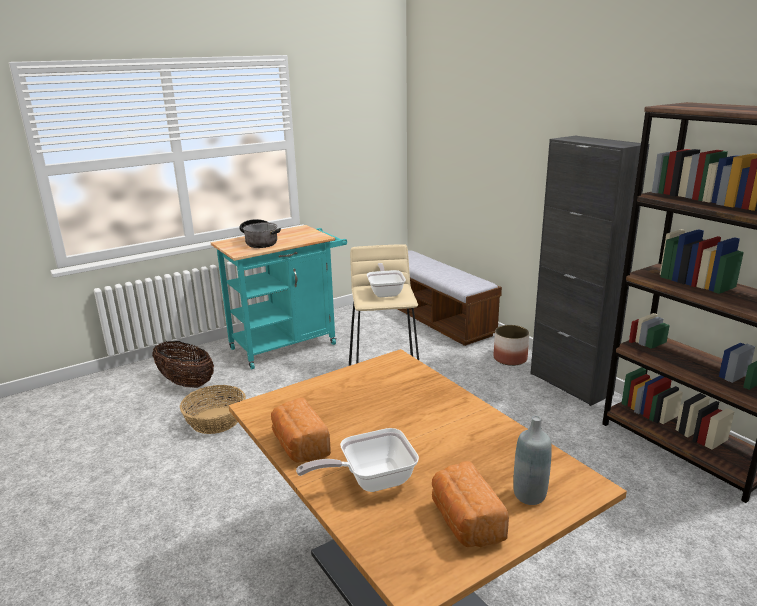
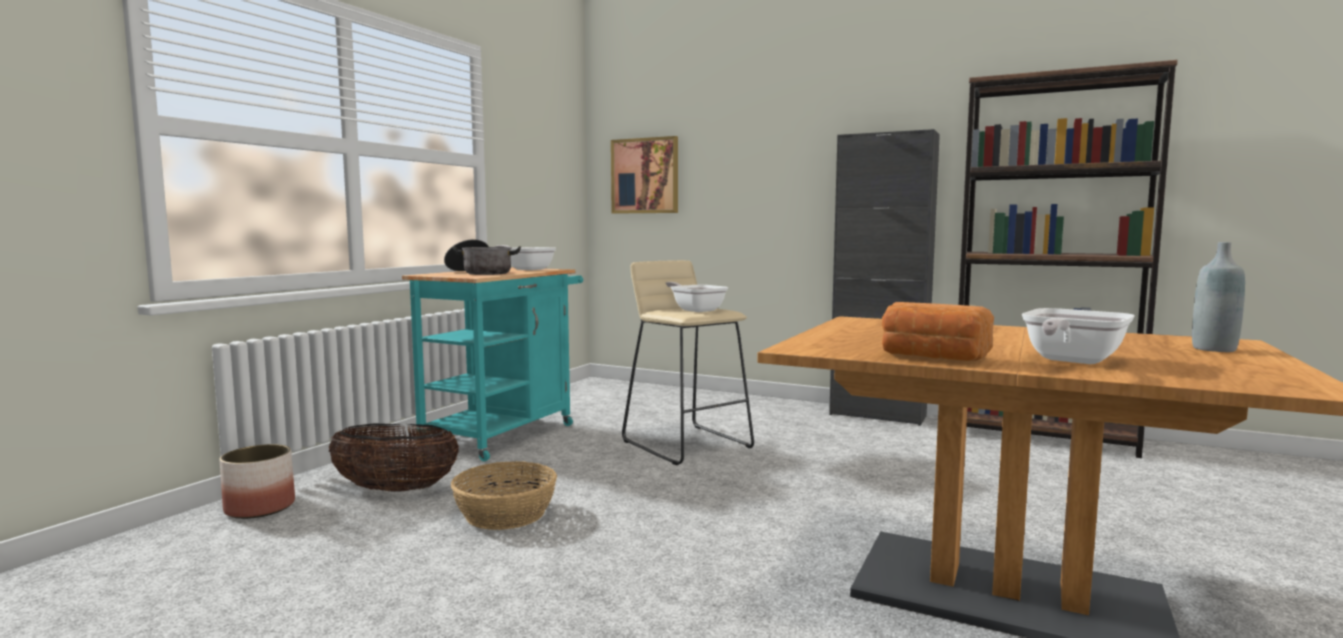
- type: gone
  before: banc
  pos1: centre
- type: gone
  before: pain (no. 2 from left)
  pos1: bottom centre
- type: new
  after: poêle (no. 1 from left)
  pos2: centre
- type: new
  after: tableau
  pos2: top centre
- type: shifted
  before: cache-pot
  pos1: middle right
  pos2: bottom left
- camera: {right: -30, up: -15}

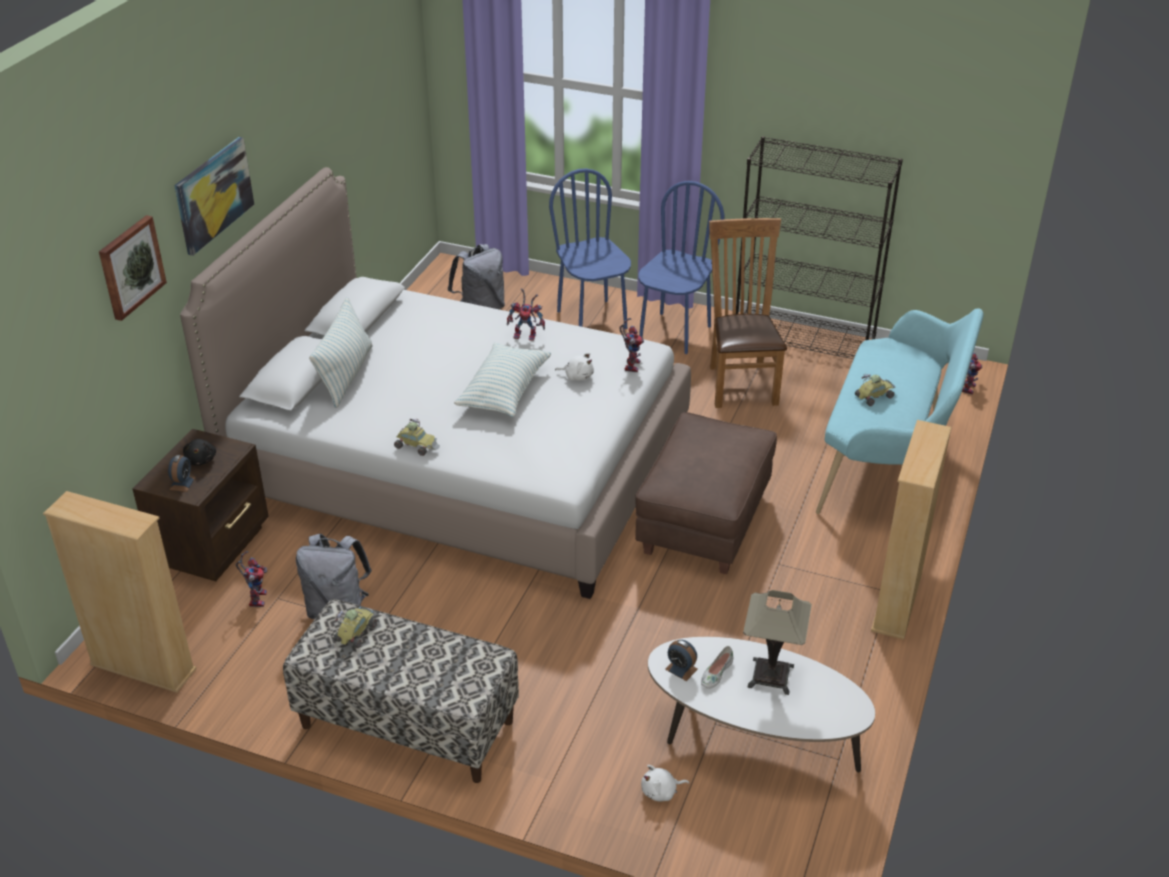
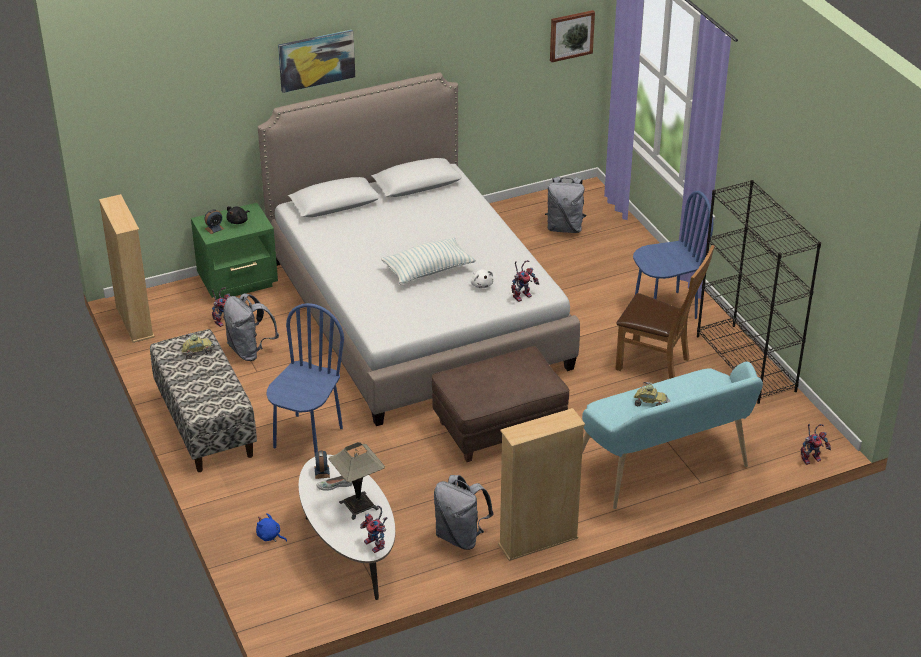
- type: gone
  before: coussin (no. 1 from left)
  pos1: middle left
- type: gone
  before: petite voiture (no. 2 from left)
  pos1: centre
- type: new
  after: sac à dos/gris (no. 2 from left)
  pos2: bottom centre
- type: shifted
  before: tableau (no. 1 from left in the first image)
  after: tableau (no. 2 from left)
  pos1: top left
  pos2: top centre
- type: shifted
  before: robot jouet (no. 2 from left)
  pos1: centre
  pos2: bottom centre
- type: shifted
  before: chaise/bleu (no. 1 from left)
  pos1: top centre
  pos2: middle left
- type: repainted
  before: table de chevet/marron
  after: table de chevet/vert
  pos1: middle left
  pos2: middle left
- type: repainted
  before: peluche/blanc (no. 2 from left)
  after: peluche/bleu
  pos1: bottom centre
  pos2: bottom left
- type: rotated
  before: chaise/marron
  pos1: centre
  pos2: middle right
  turn: 75
- camera: {right: 45, up: 0}

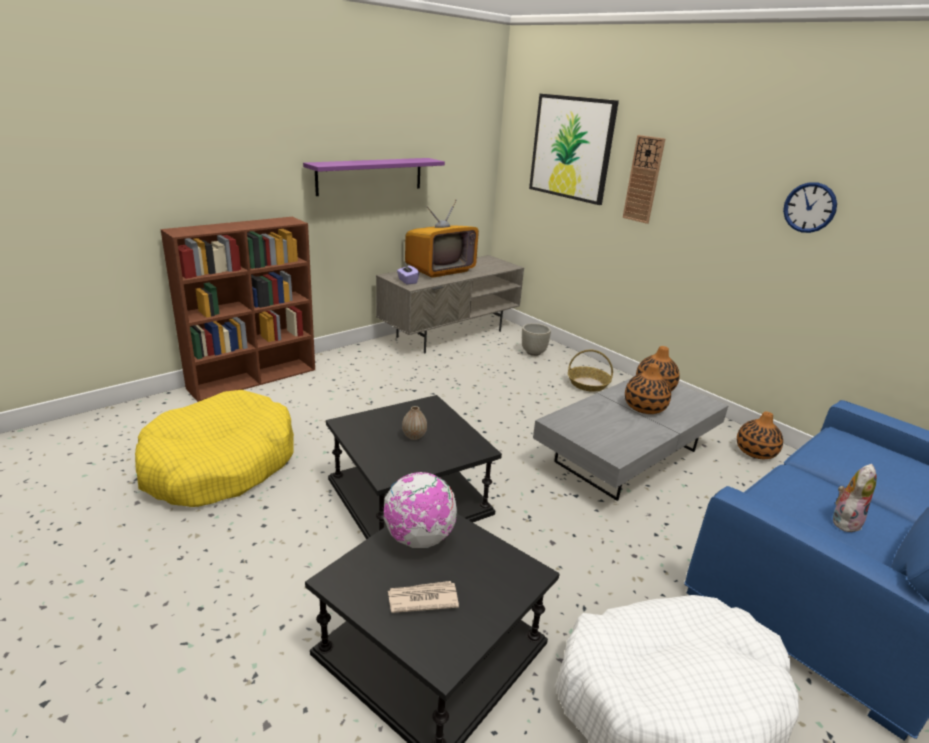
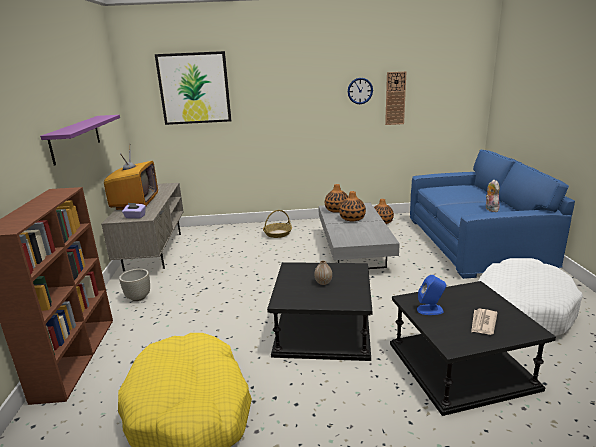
- type: shifted
  before: cache-pot/gris
  pos1: centre
  pos2: middle left
- type: shifted
  before: horloge murale (no. 1 from left in the first image)
  after: horloge murale (no. 2 from left)
  pos1: top right
  pos2: top centre
- type: swapped
  before: globe
  after: enceinte/bleu
  pos1: bottom centre
  pos2: middle right
- camera: {right: -50, up: -5}

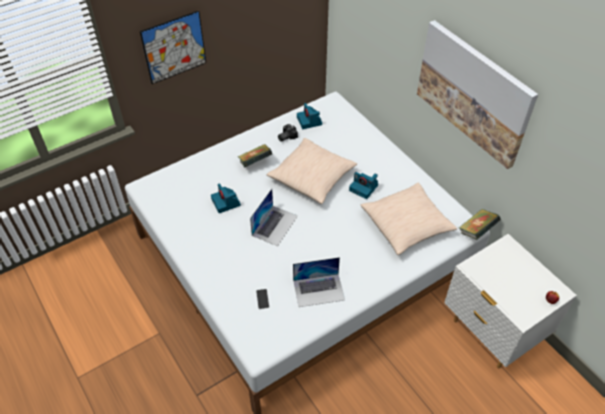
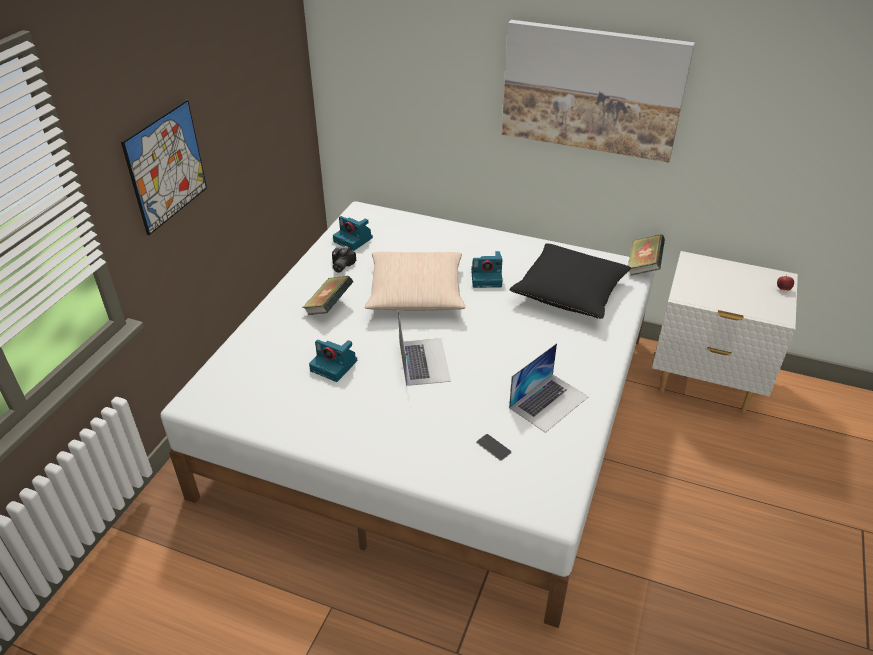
- type: repainted
  before: coussin/beige (no. 2 from left)
  after: coussin/noir
  pos1: middle right
  pos2: centre
- camera: {right: -35, up: -10}

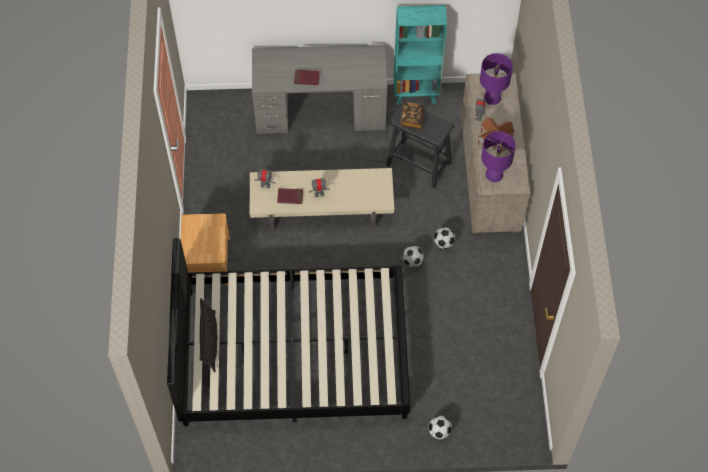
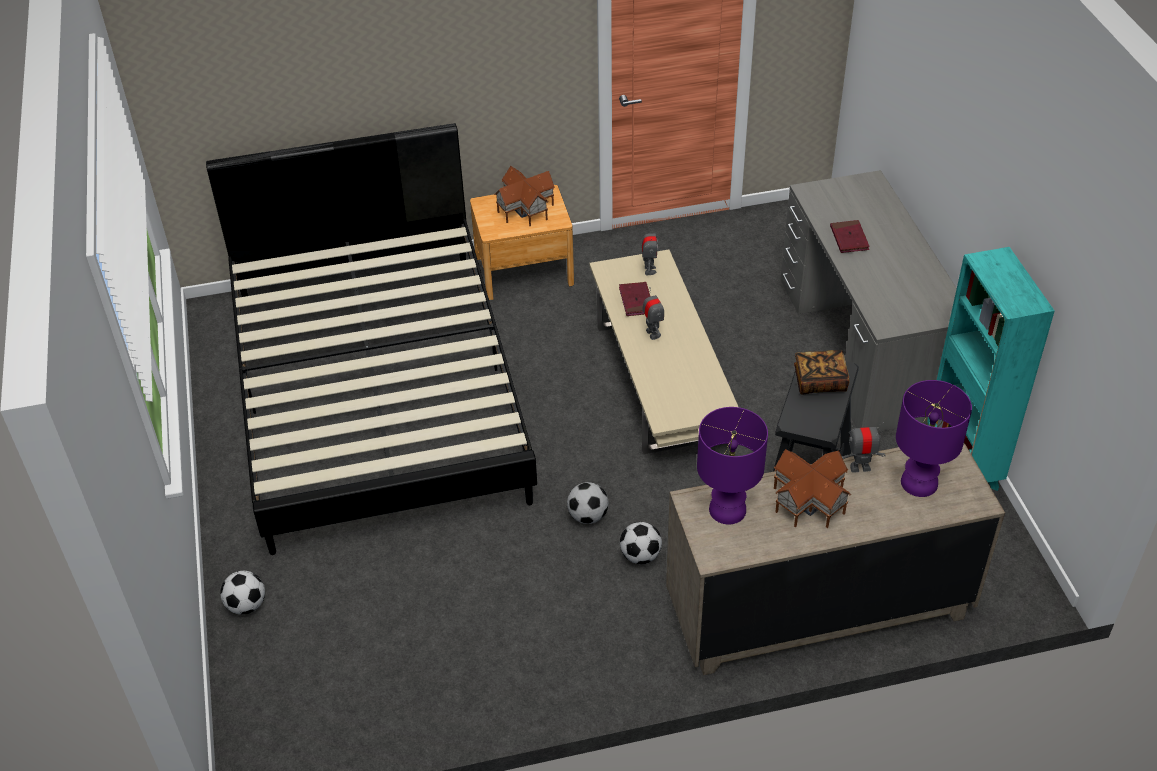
- type: gone
  before: coussin
  pos1: bottom left
- type: new
  after: maison miniature (no. 1 from left)
  pos2: top centre
- camera: {right: 80, up: -15}

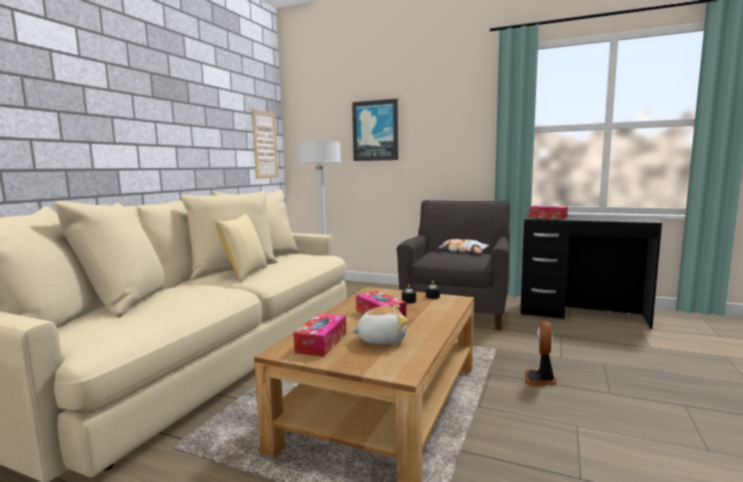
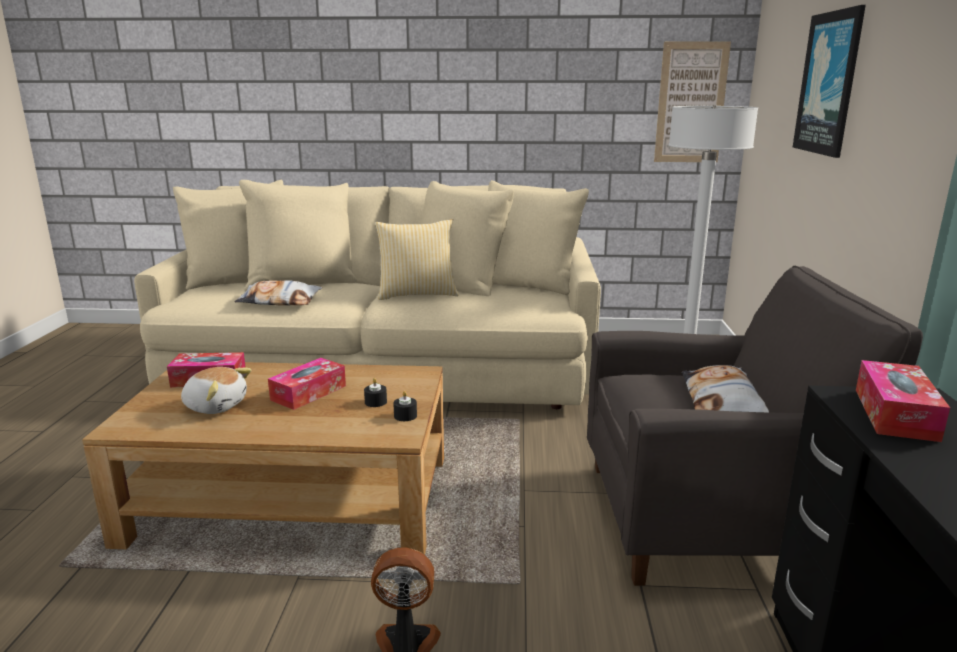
- type: new
  after: coussin (no. 1 from left)
  pos2: middle left
- type: rotated
  before: peluche
  pos1: bottom centre
  pos2: middle left
  turn: -45
- camera: {right: 70, up: 10}

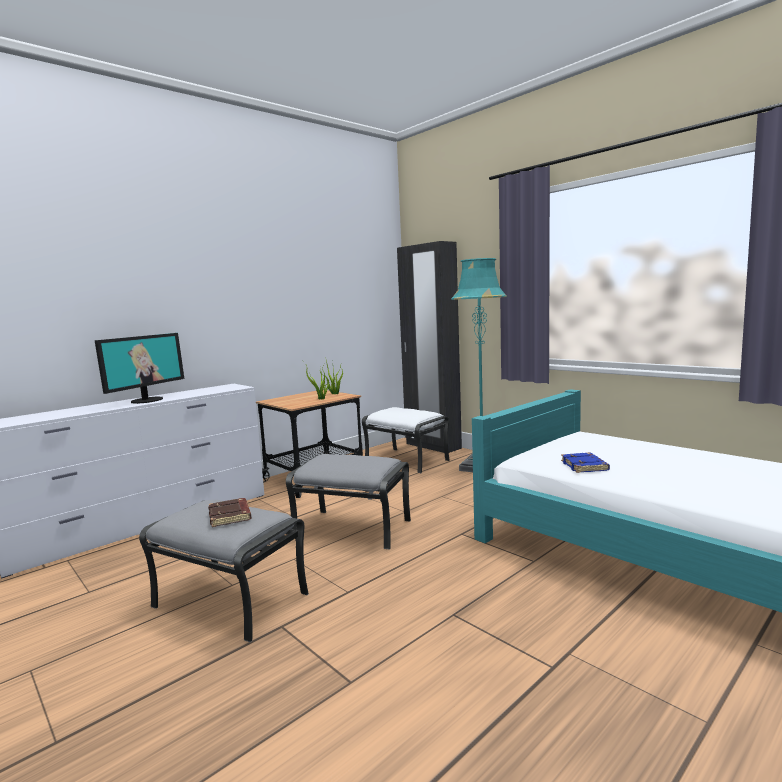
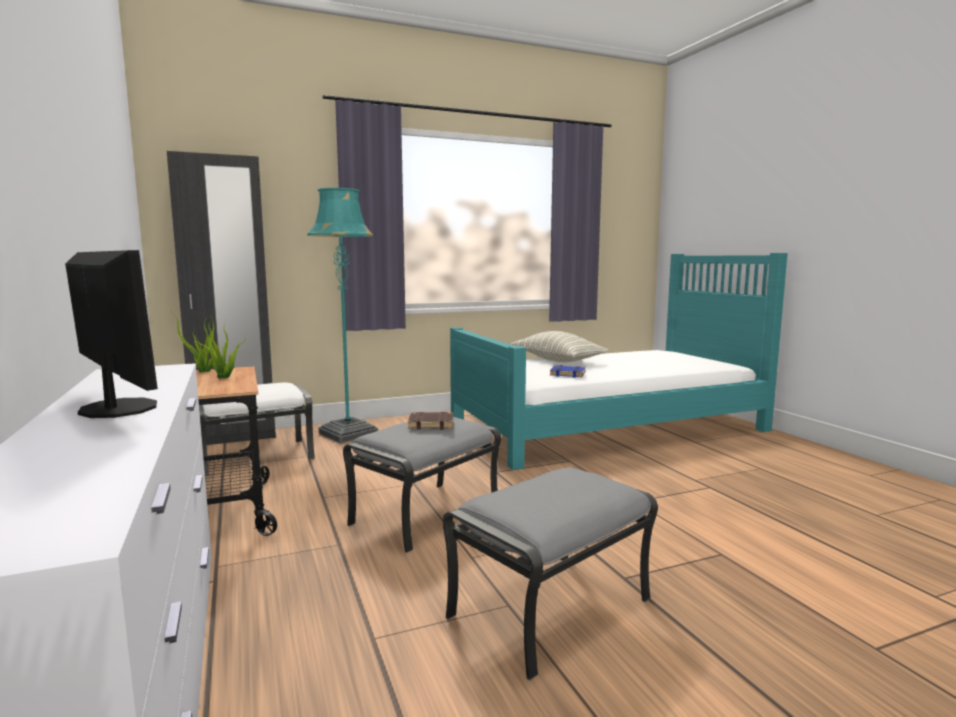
- type: new
  after: coussin
  pos2: centre
- type: shifted
  before: livre/marron
  pos1: middle left
  pos2: centre
- camera: {right: -70, up: 0}

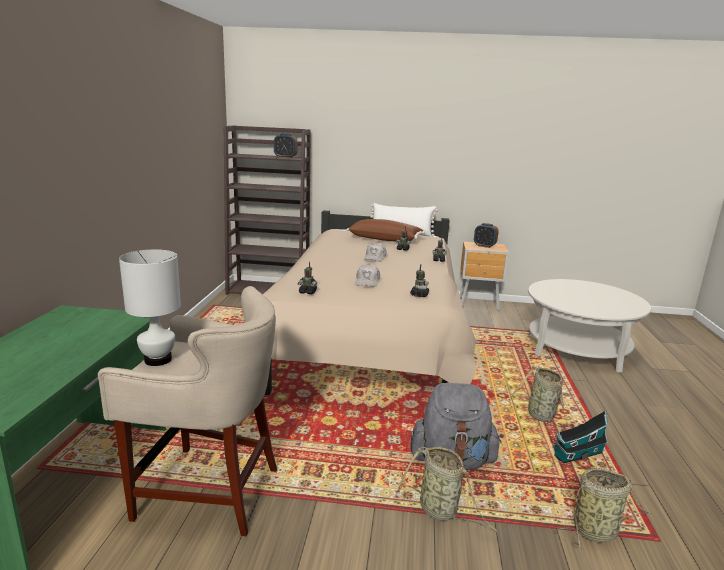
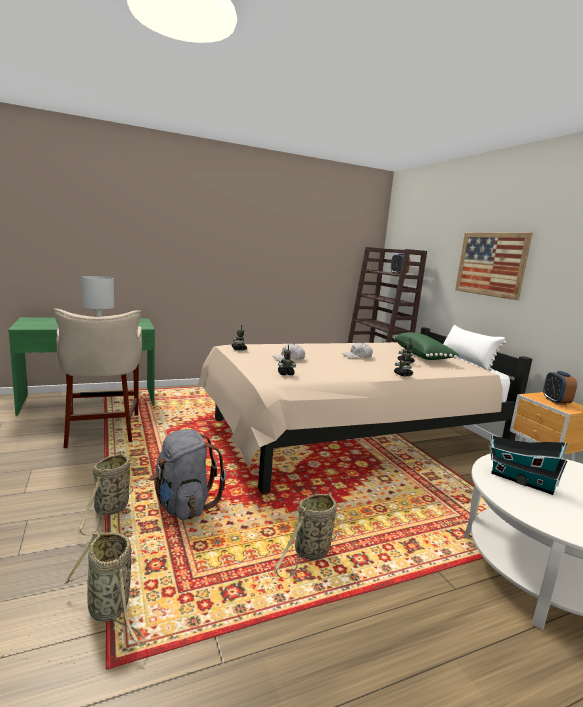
- type: new
  after: tableau
  pos2: middle right
- type: shifted
  before: maison miniature
  pos1: bottom right
  pos2: middle right
- type: repainted
  before: coussin/marron
  after: coussin/vert
  pos1: centre
  pos2: middle right
- camera: {right: 60, up: -5}

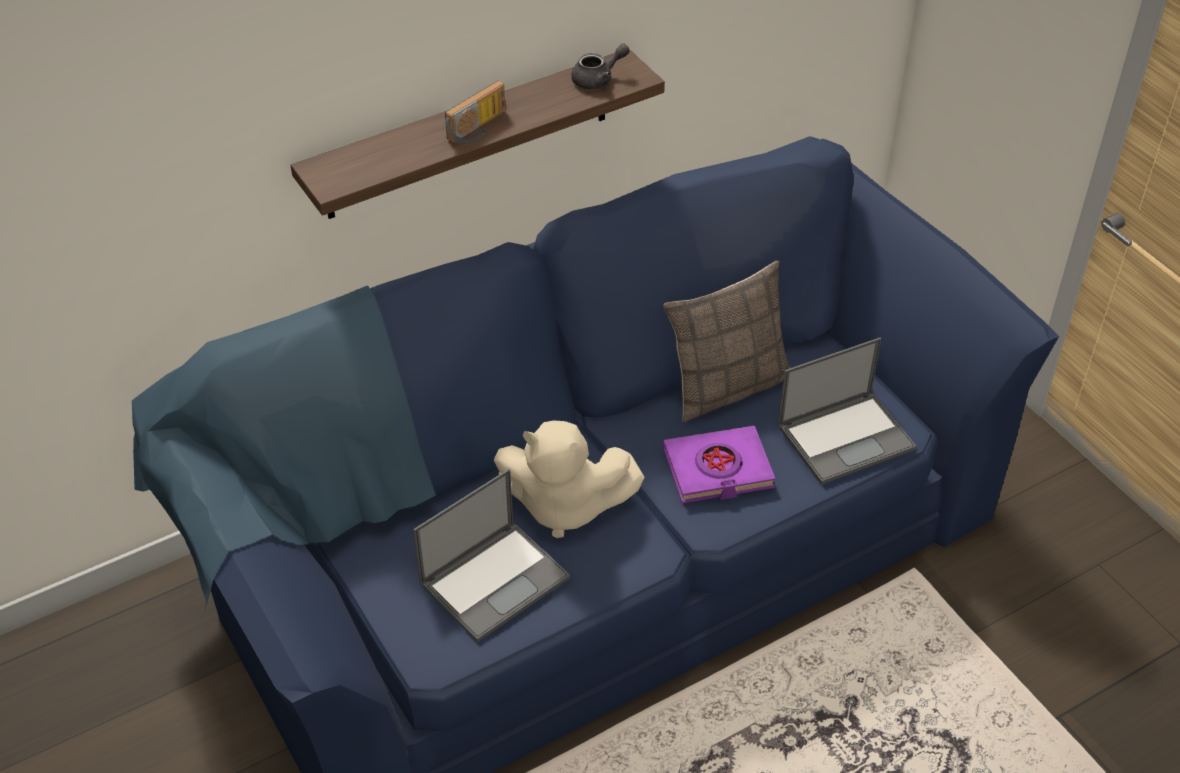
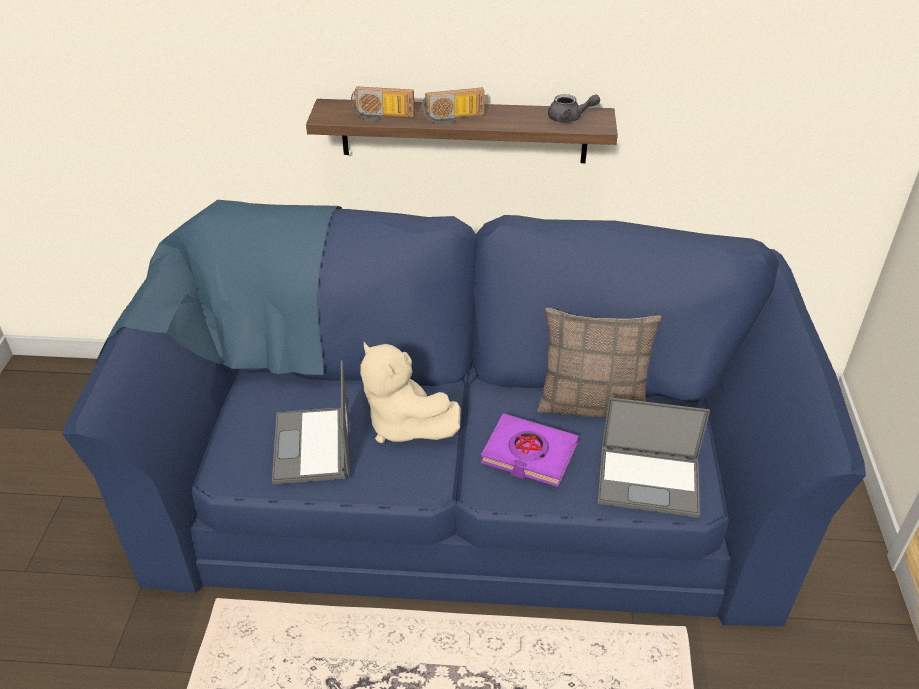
- type: new
  after: radio (no. 1 from left)
  pos2: top centre
- type: rotated
  before: ordinateur portable (no. 1 from left)
  pos1: bottom centre
  pos2: centre
  turn: 90
- camera: {right: 35, up: -5}

